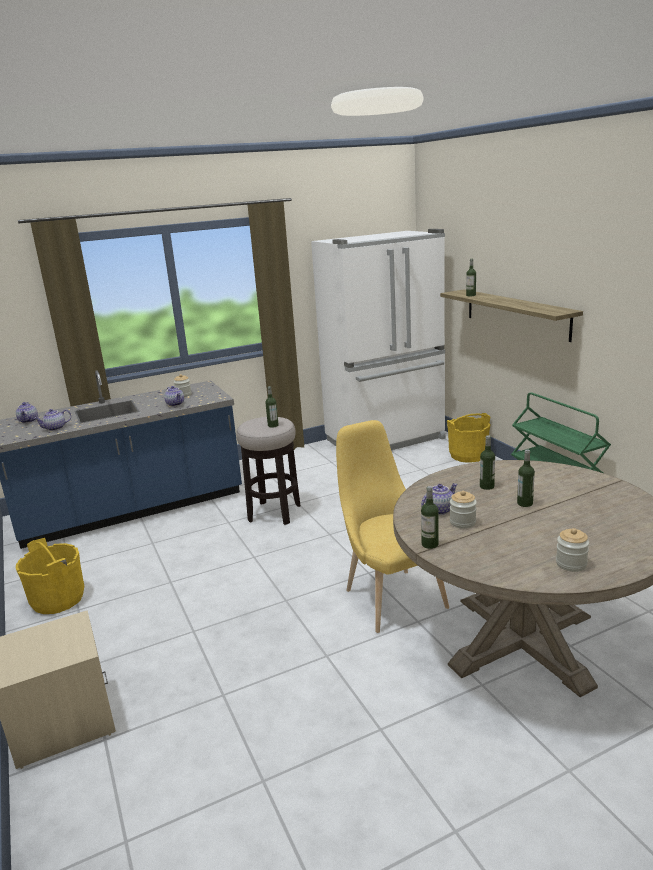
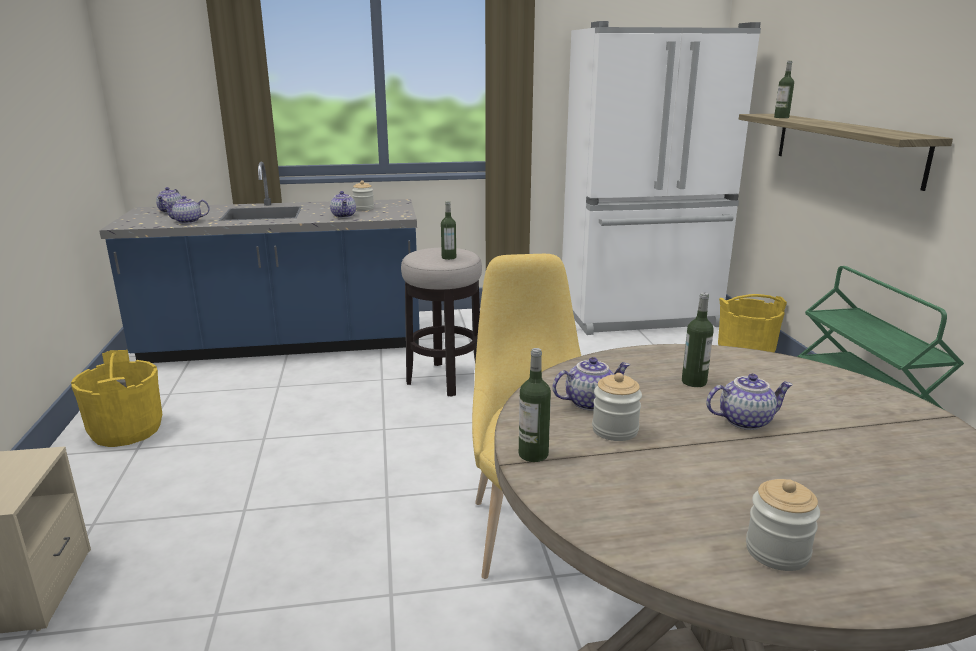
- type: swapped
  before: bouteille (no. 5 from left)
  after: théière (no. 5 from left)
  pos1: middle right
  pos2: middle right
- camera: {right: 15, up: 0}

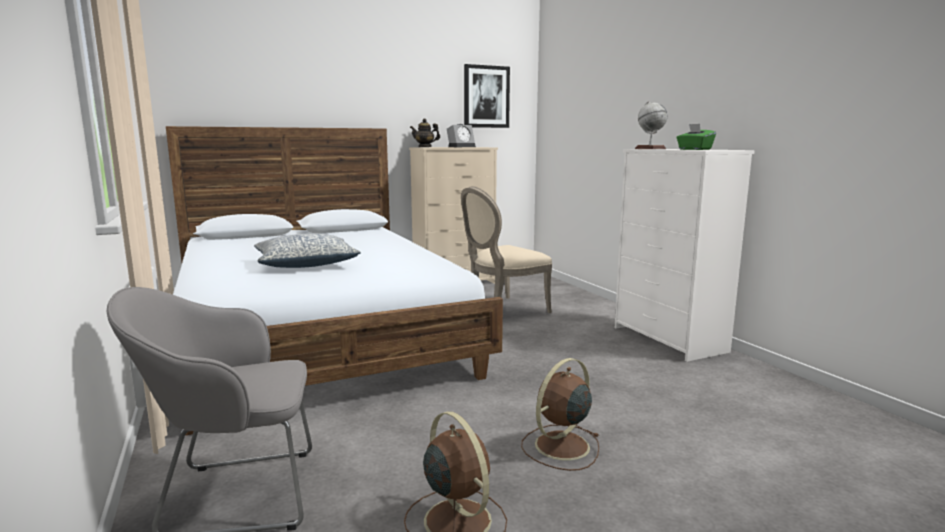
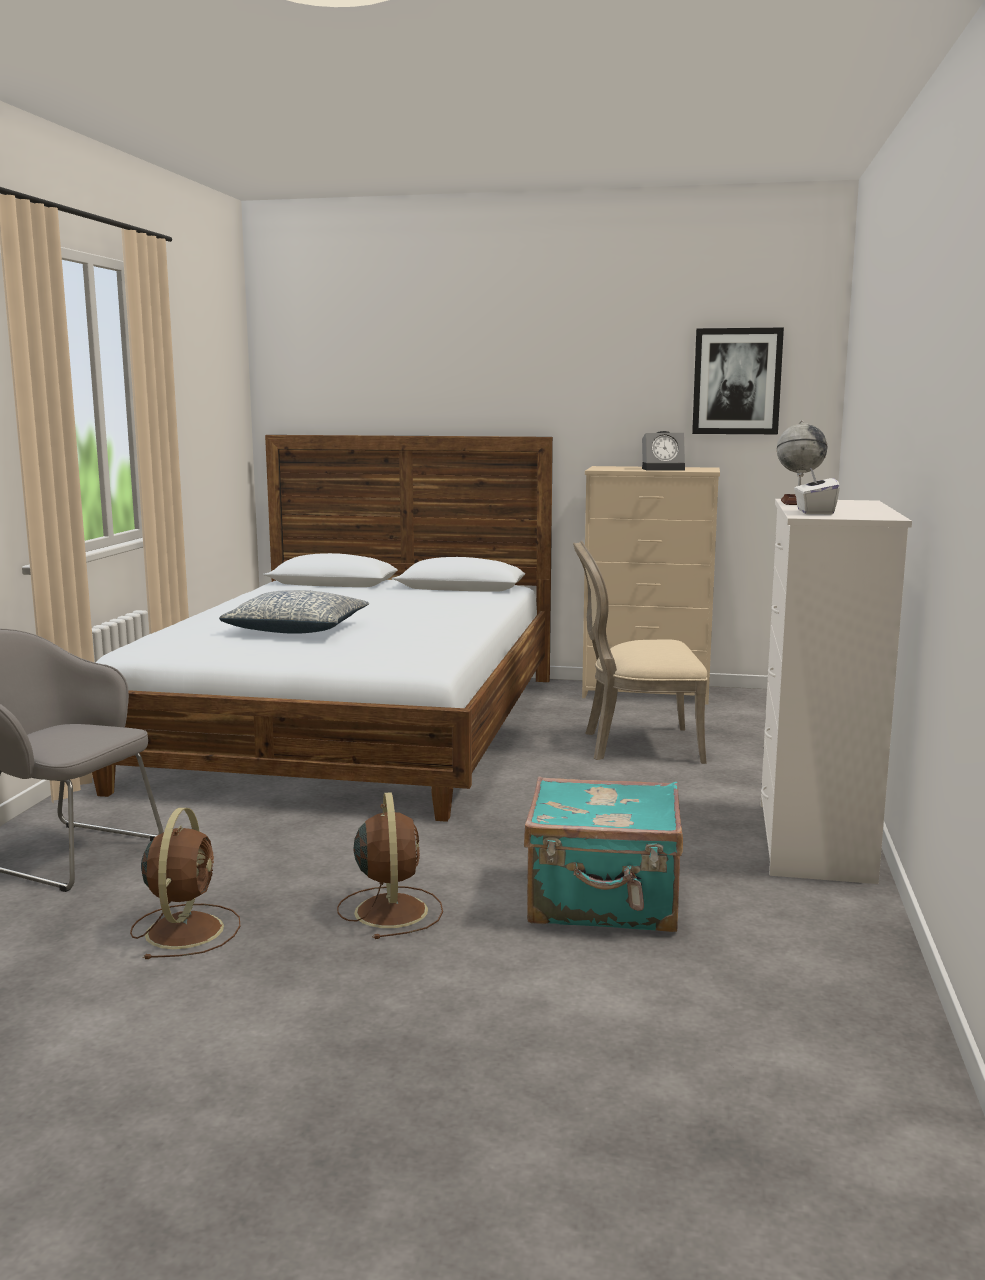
- type: gone
  before: théière
  pos1: top centre
- type: new
  after: valise/turquoise
  pos2: bottom centre
- type: repainted
  before: boîte à mouchoirs/vert
  after: boîte à mouchoirs/blanc
  pos1: top right
  pos2: middle right
- type: rotated
  before: ventilateur/marron (no. 2 from left)
  pos1: bottom centre
  pos2: bottom centre
  turn: 90
- camera: {right: 35, up: 0}

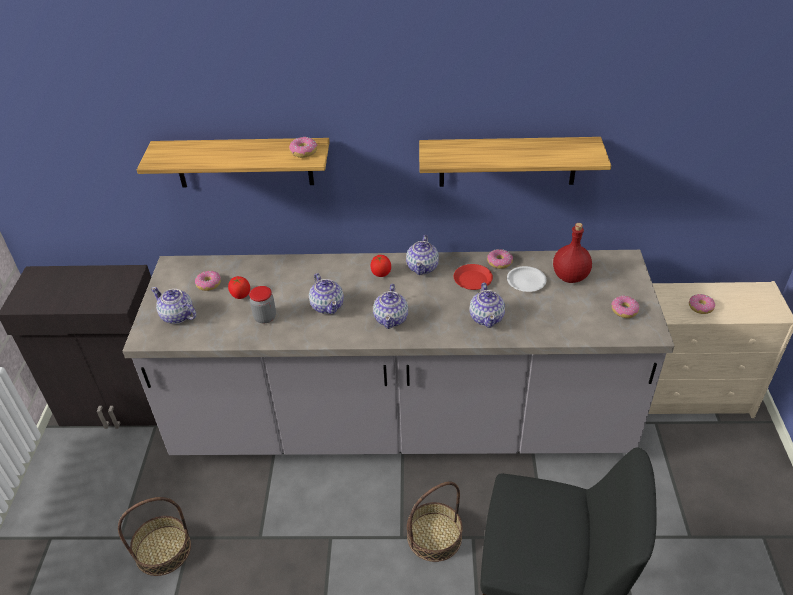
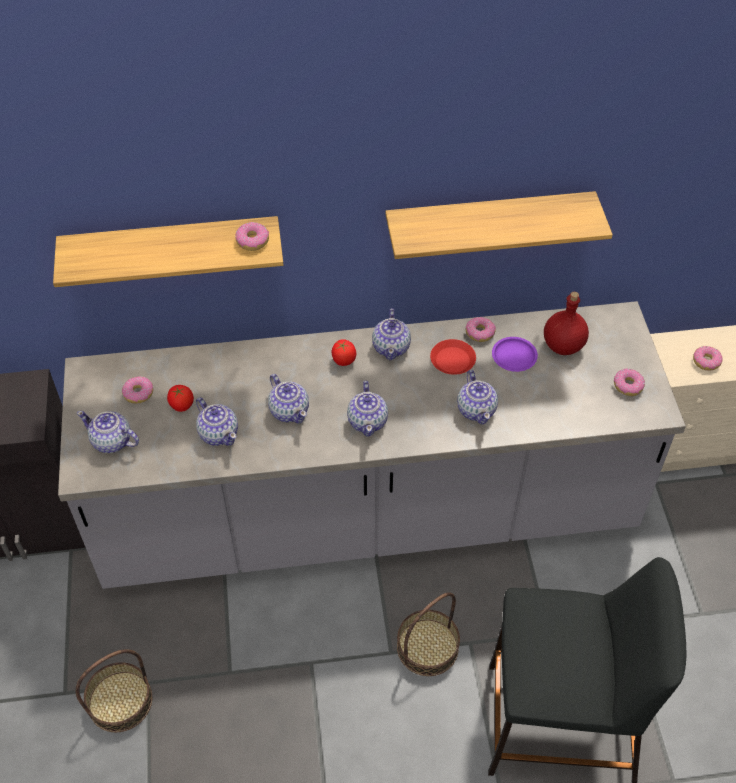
- type: swapped
  before: bocal
  after: théière (no. 2 from left)
  pos1: middle left
  pos2: middle left
- type: repainted
  before: assiette/blanc
  after: assiette/violet
  pos1: centre
  pos2: middle right
- camera: {right: -10, up: 10}

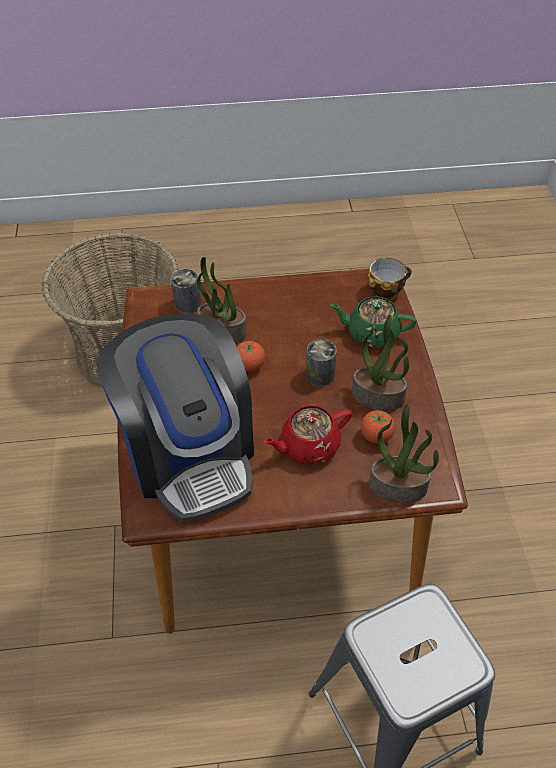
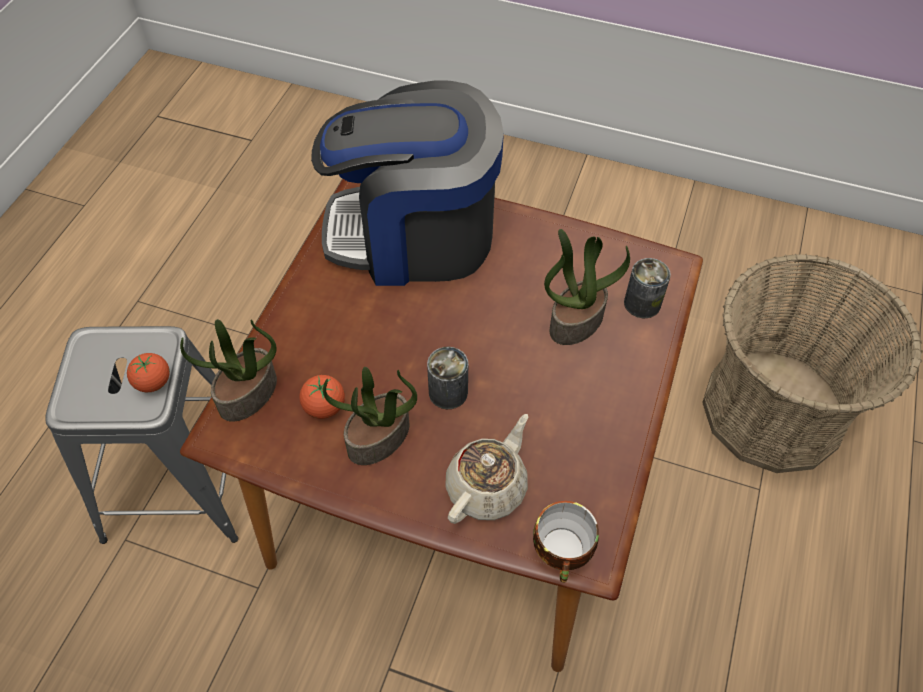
- type: gone
  before: théière/rouge
  pos1: centre
- type: shifted
  before: tomate (no. 1 from left)
  pos1: centre
  pos2: middle left
- type: repainted
  before: théière/vert
  after: théière/beige
  pos1: middle right
  pos2: bottom centre
- camera: {right: 115, up: 5}

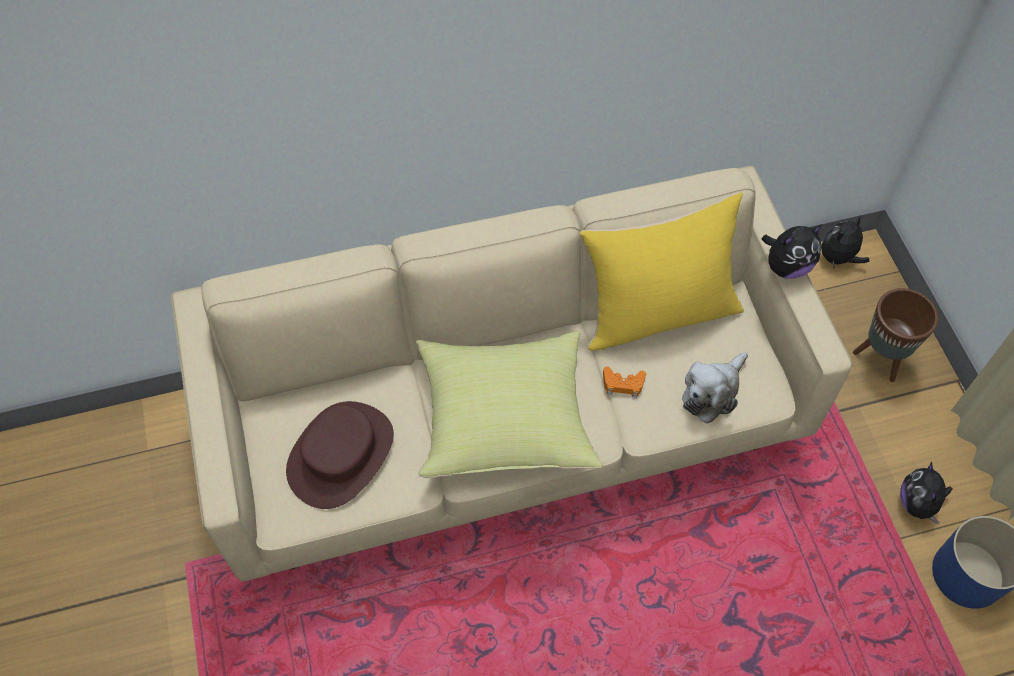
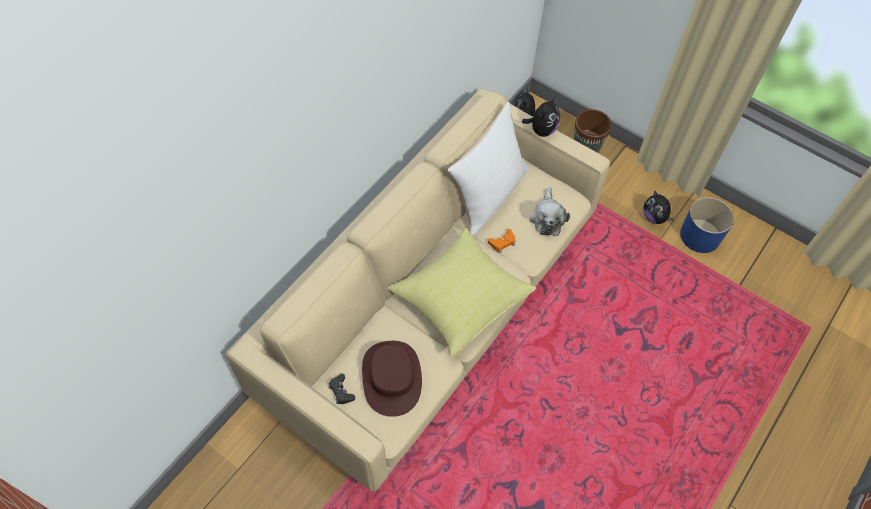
- type: new
  after: manette/noir
  pos2: bottom centre
- type: repainted
  before: coussin/jaune (no. 2 from left)
  after: coussin/blanc
  pos1: centre
  pos2: top centre
- camera: {right: -40, up: 0}

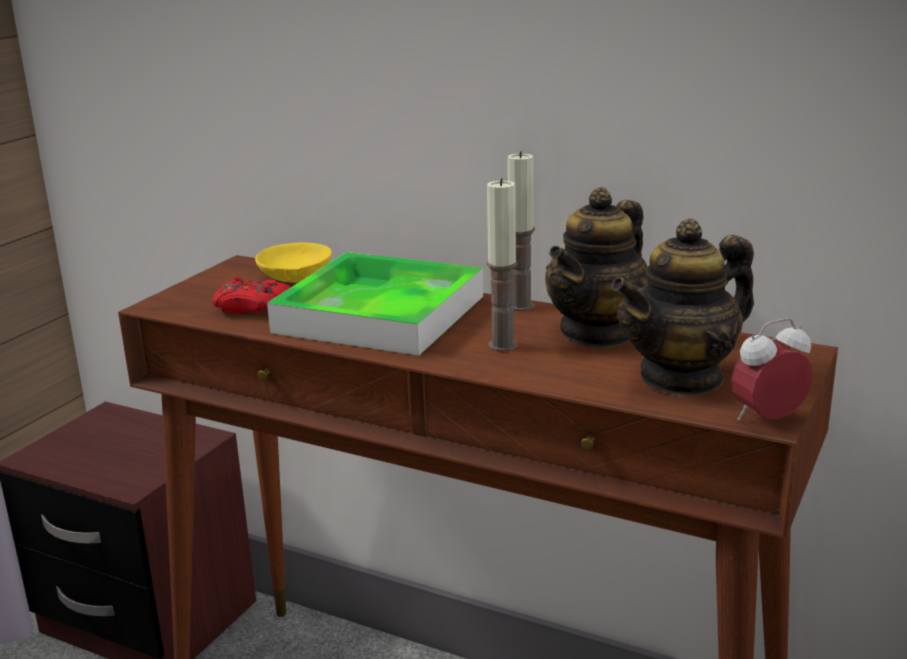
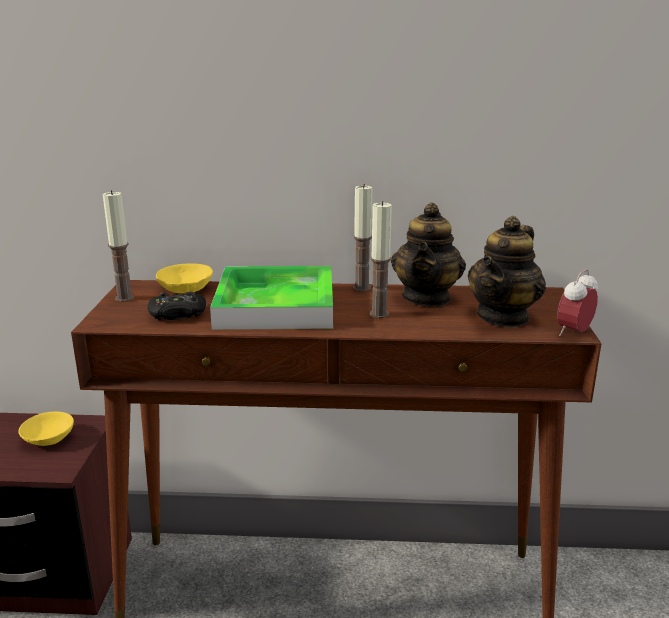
- type: new
  after: bol/jaune (no. 1 from left)
  pos2: bottom left
- type: new
  after: bougie (no. 1 from left)
  pos2: middle left
- type: repainted
  before: manette/rouge
  after: manette/noir
  pos1: middle left
  pos2: middle left
- camera: {right: -25, up: 0}

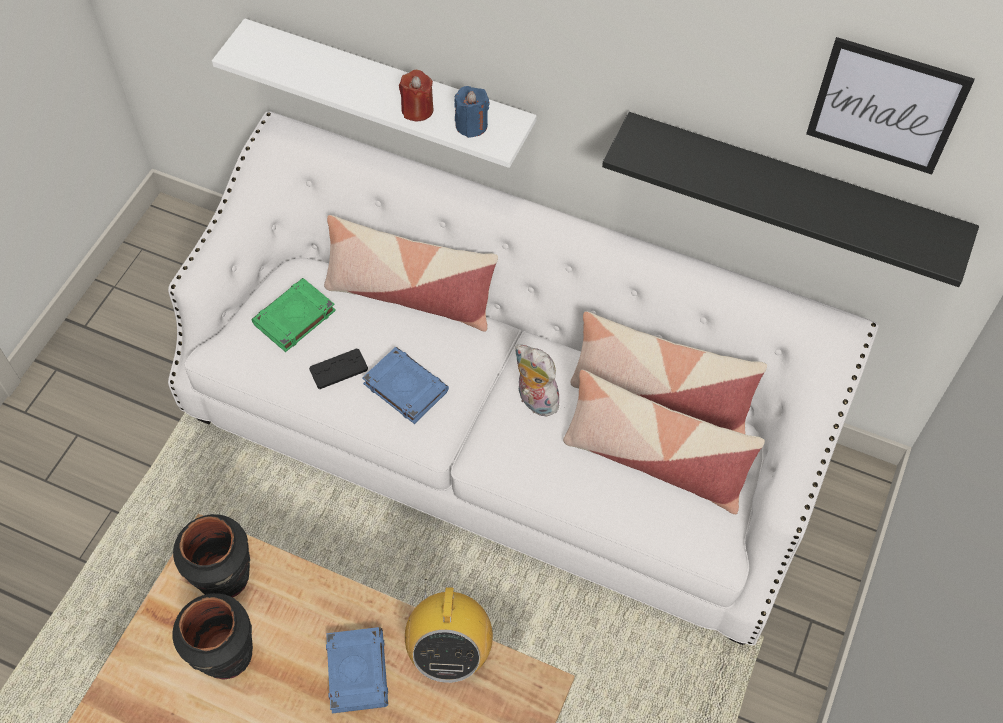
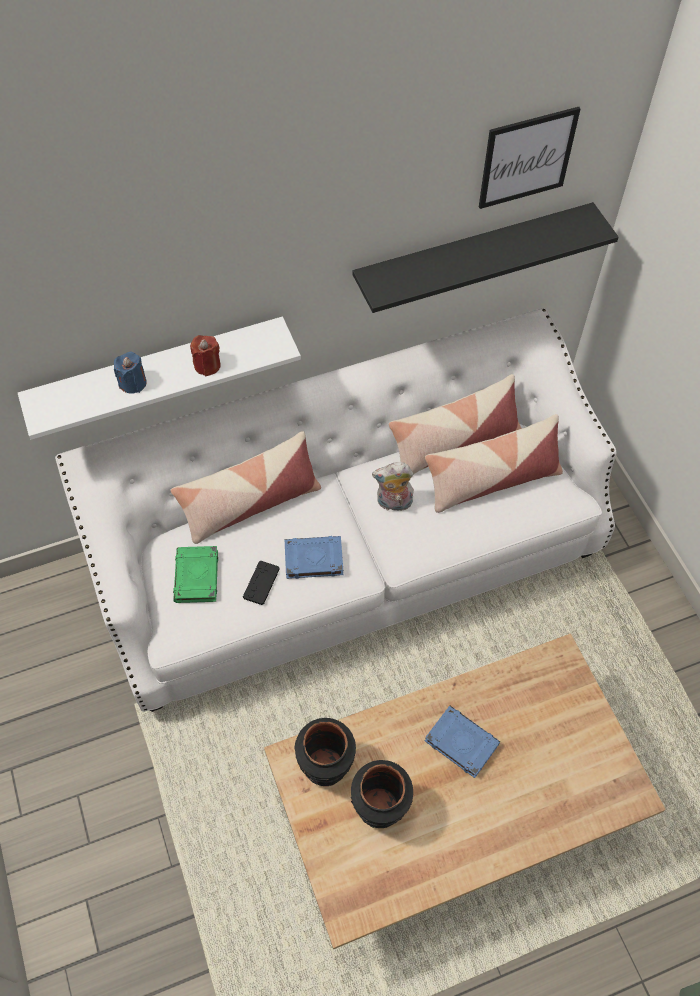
- type: gone
  before: radio
  pos1: bottom centre
- type: shifted
  before: bougie/bleu
  pos1: top centre
  pos2: middle left
- camera: {right: -45, up: 0}

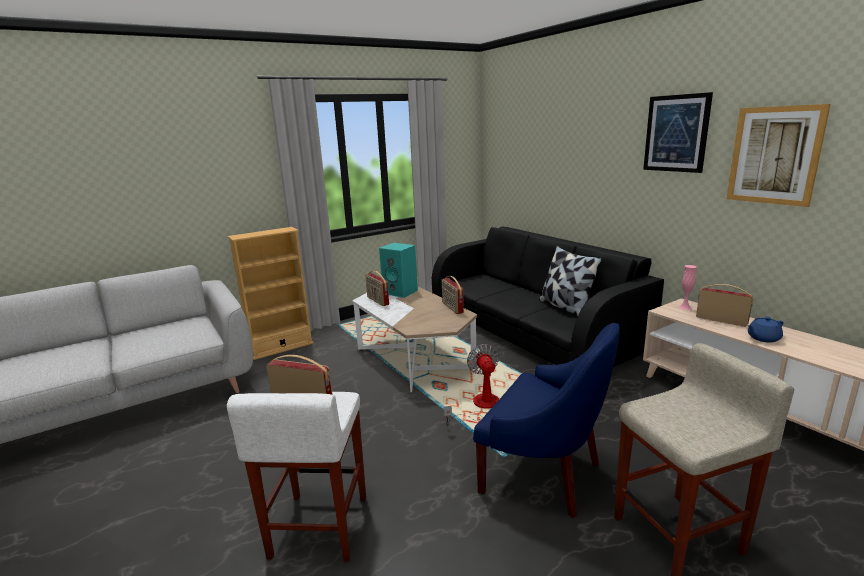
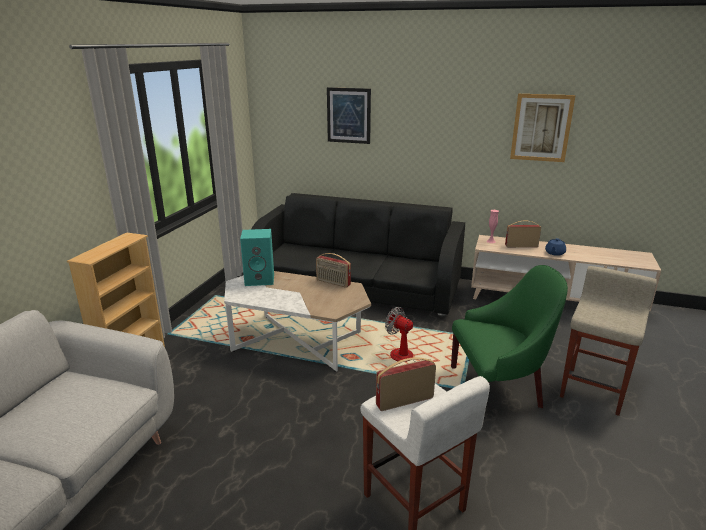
- type: gone
  before: radio (no. 2 from left)
  pos1: centre
- type: gone
  before: coussin
  pos1: centre
- type: shifted
  before: tableau (no. 1 from left)
  pos1: top right
  pos2: top centre
- type: repainted
  before: fauteuil/bleu
  after: fauteuil/vert
  pos1: bottom centre
  pos2: middle right
- camera: {right: -40, up: 5}

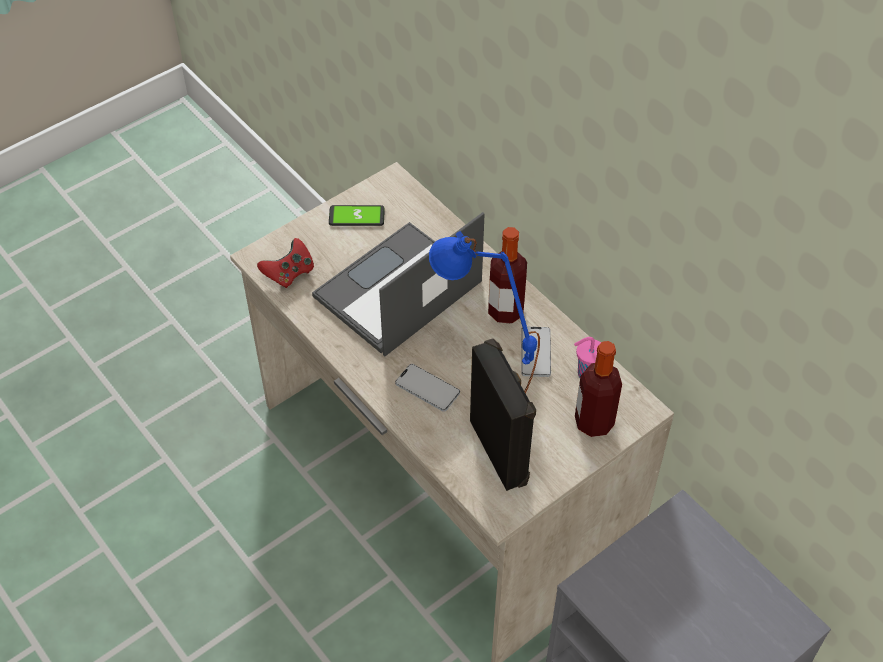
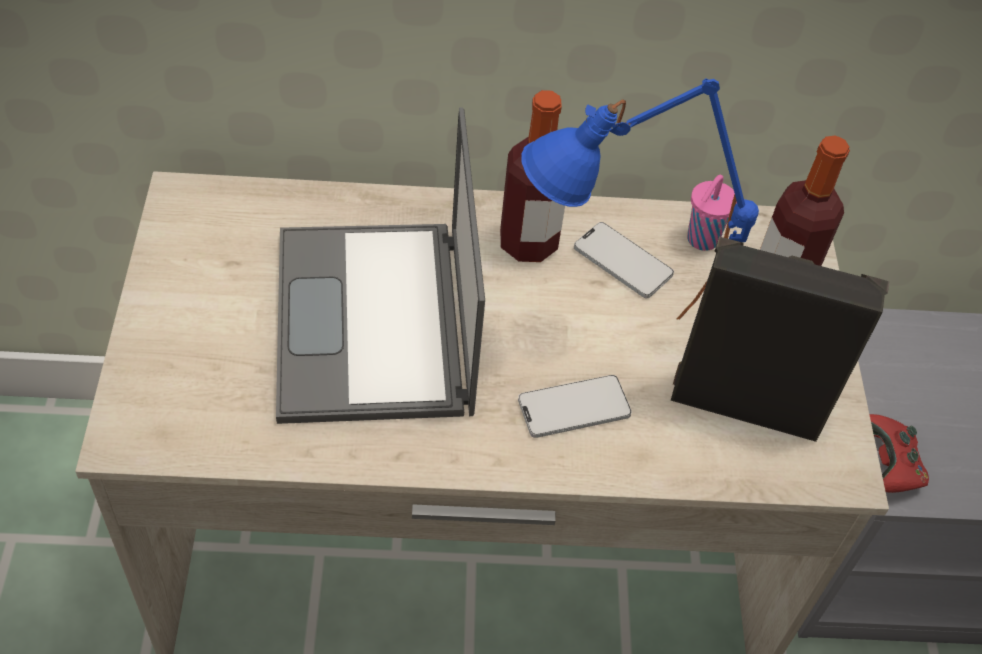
- type: gone
  before: téléphone (no. 1 from left)
  pos1: top centre
- type: shifted
  before: manette/rouge
  pos1: middle left
  pos2: bottom right
- camera: {right: -55, up: 0}

